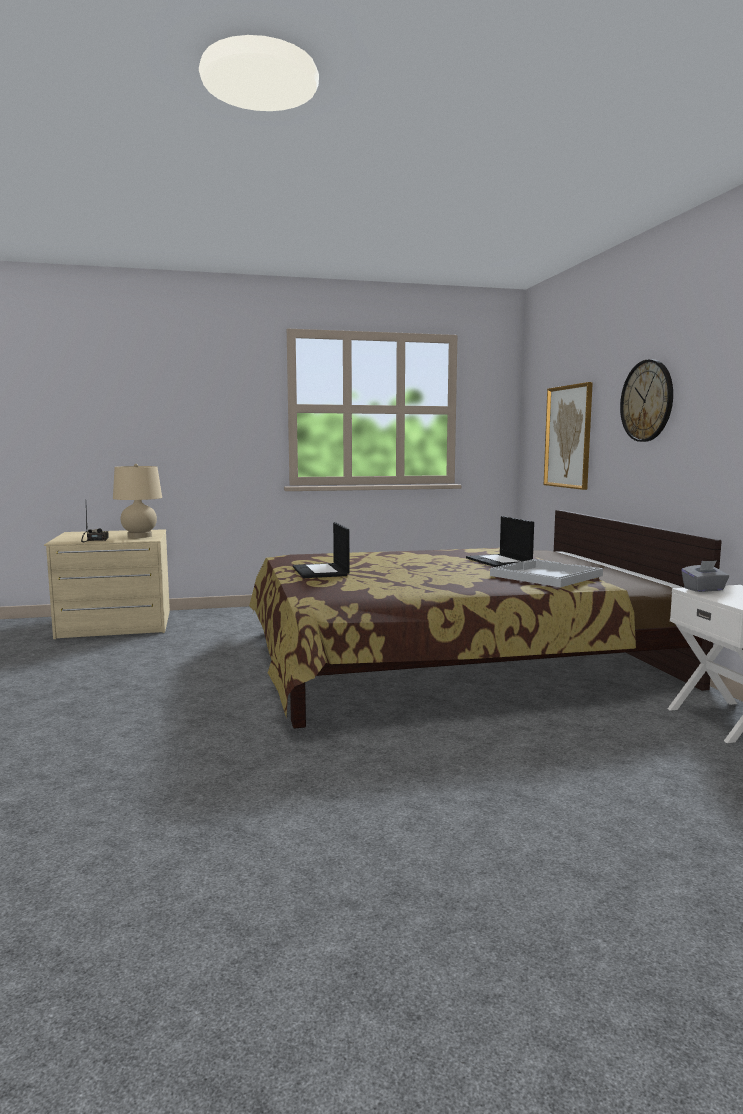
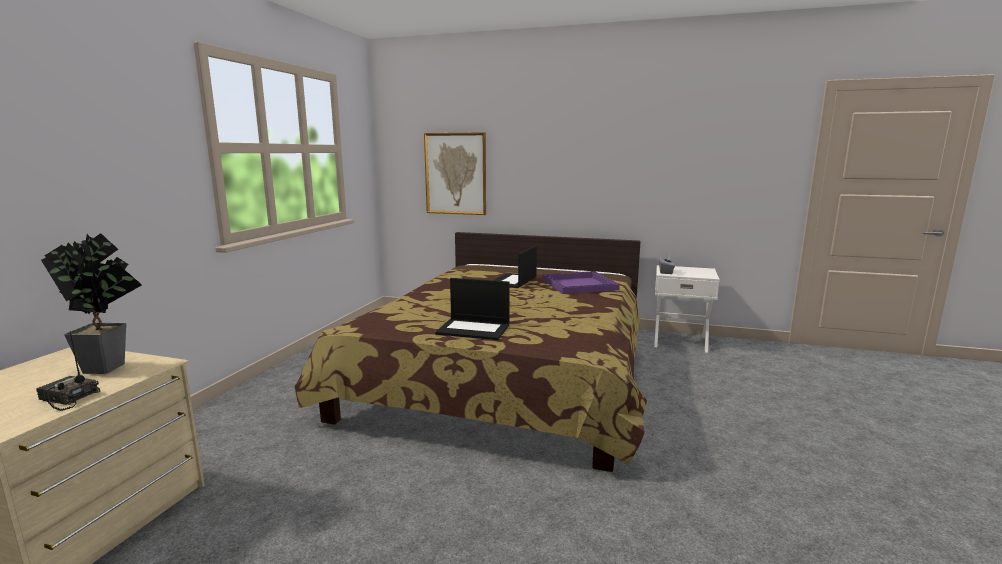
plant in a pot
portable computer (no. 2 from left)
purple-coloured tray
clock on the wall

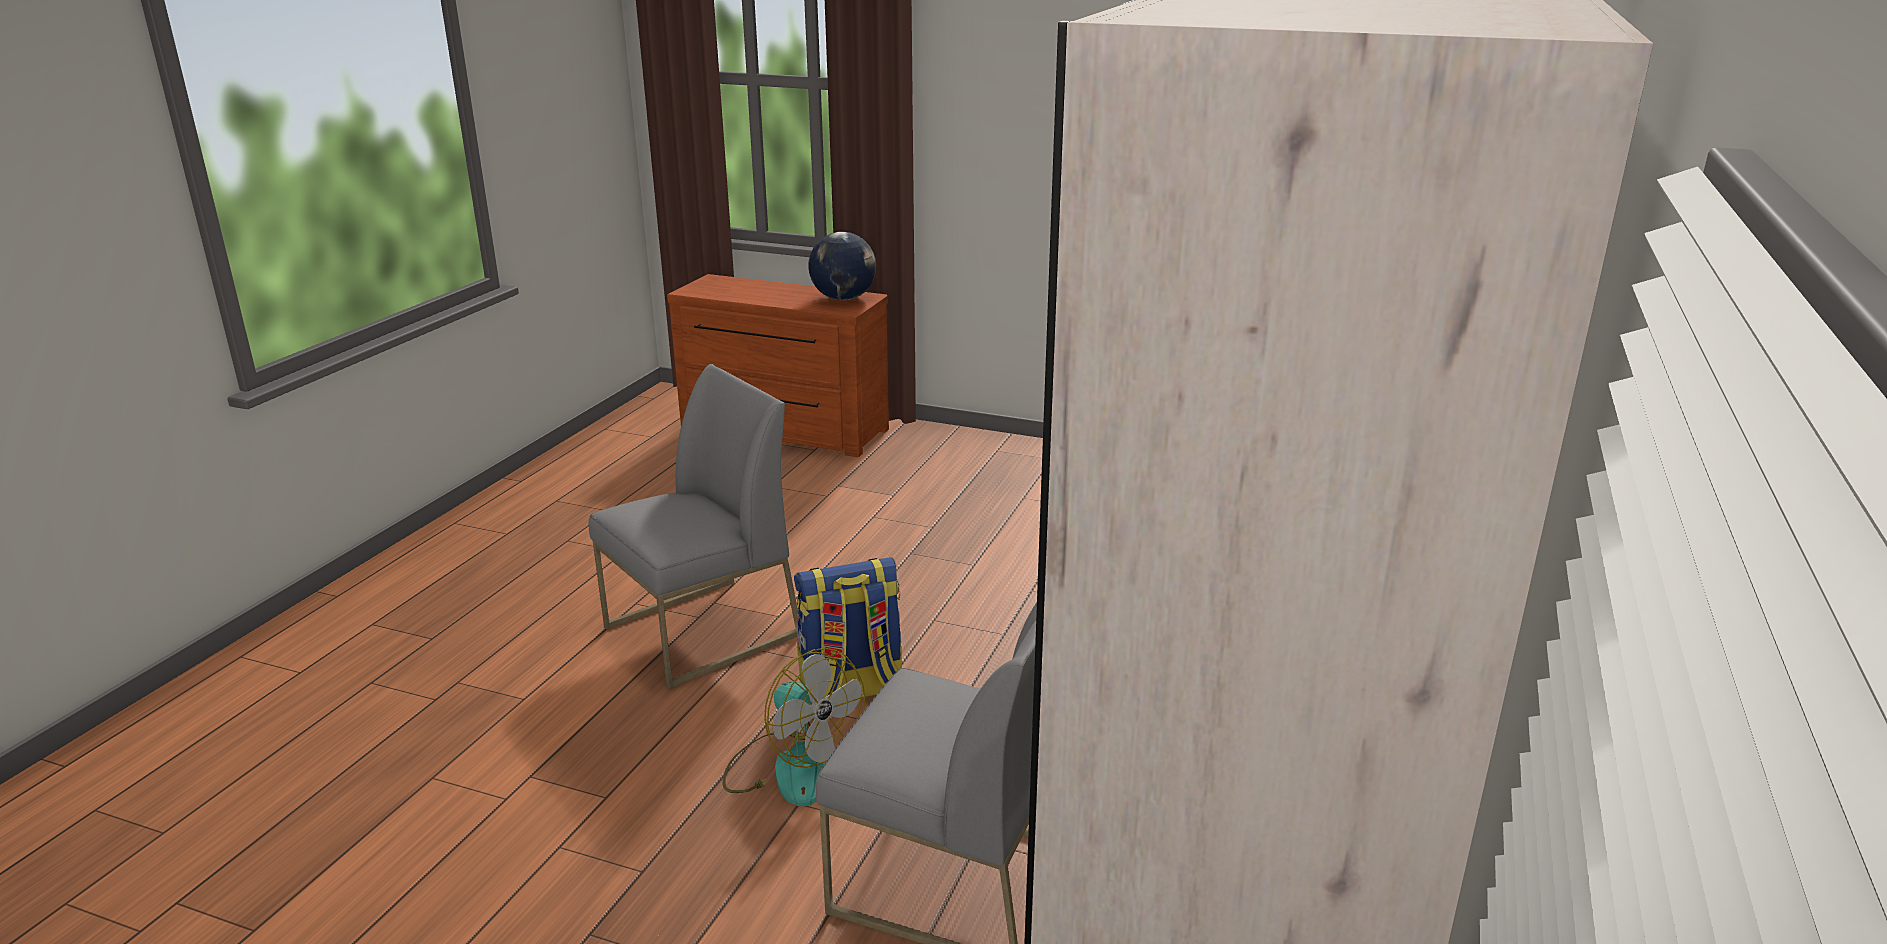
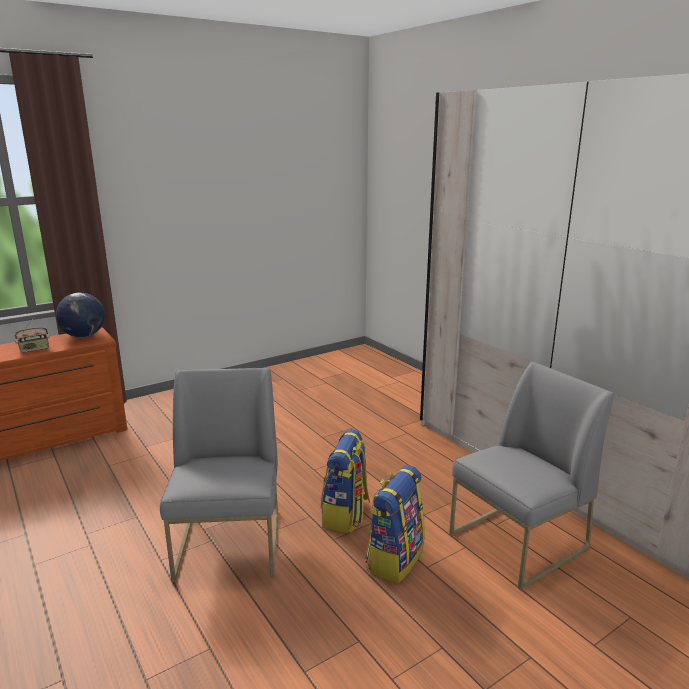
radio receiver
knapsack (no. 2 from left)

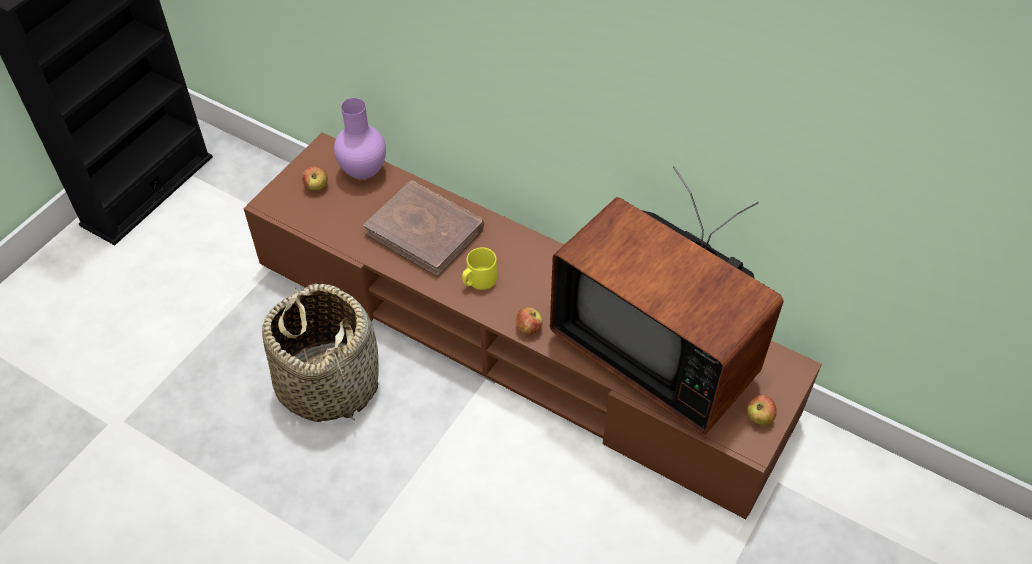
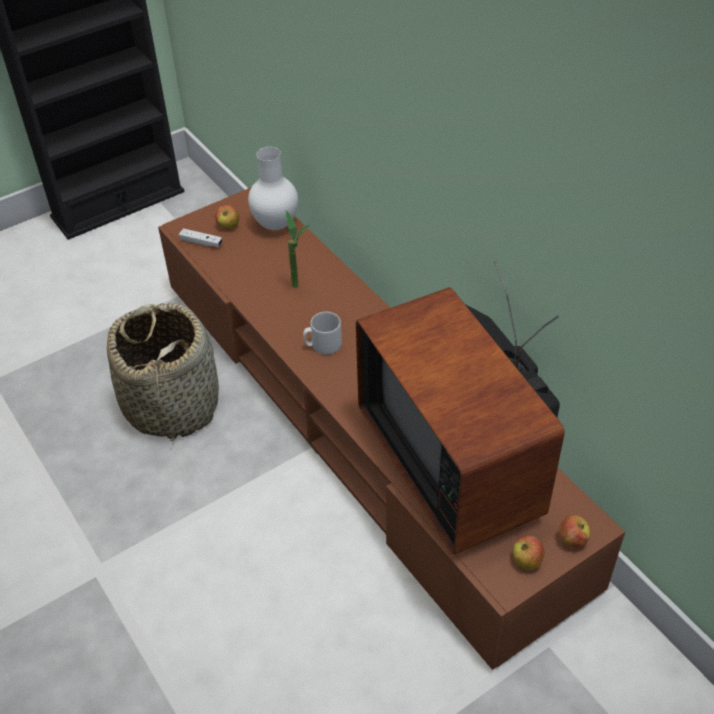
white game controller
white decorative vase
plant in a pot
greyish coffee mug
apple fruit (no. 3 from left)

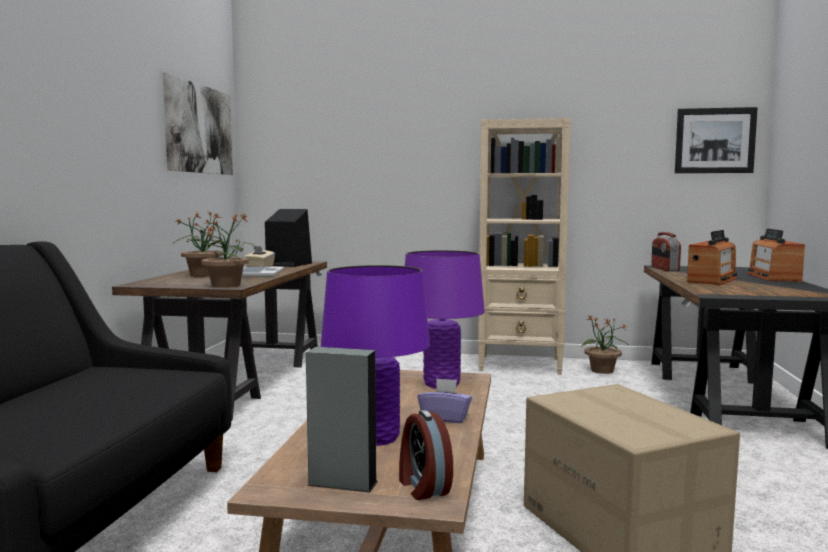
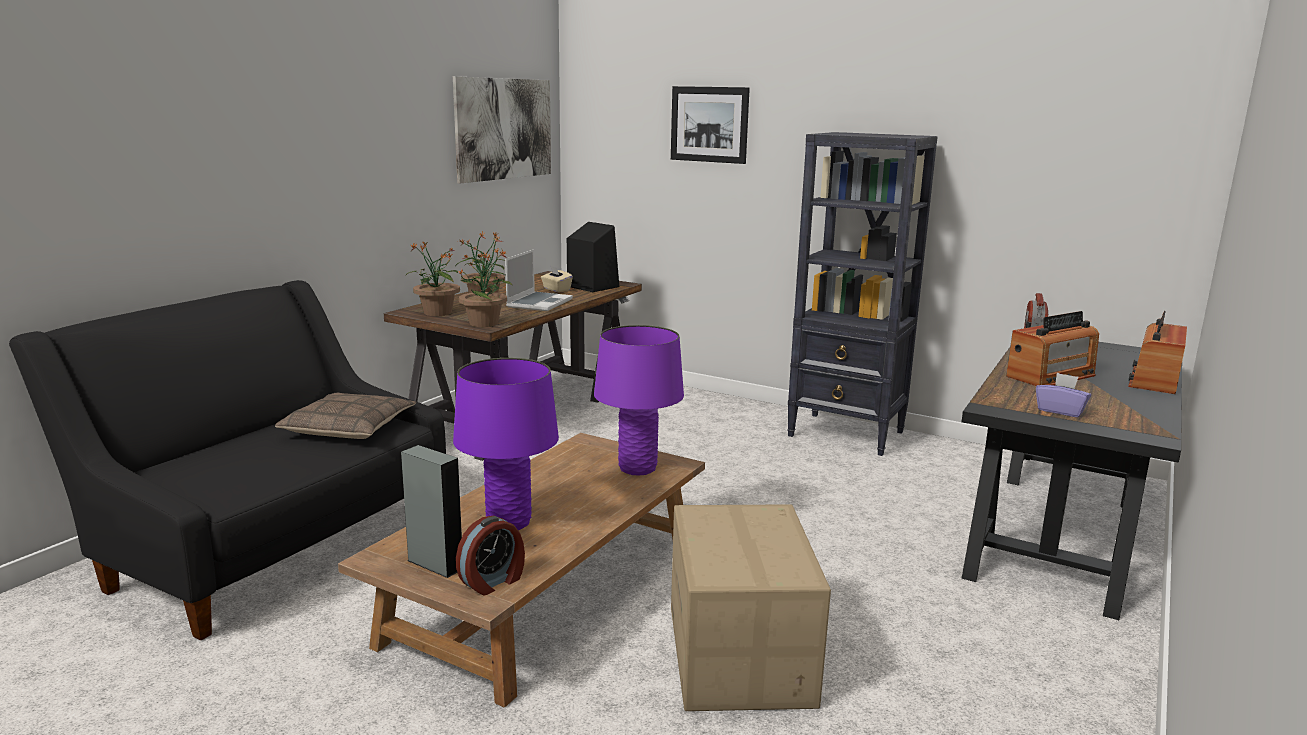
pillow
plant in a pot (no. 1 from left)
bedside clock
picture (no. 2 from left)
black-coloured bookshelf
purple-coloured tissue box

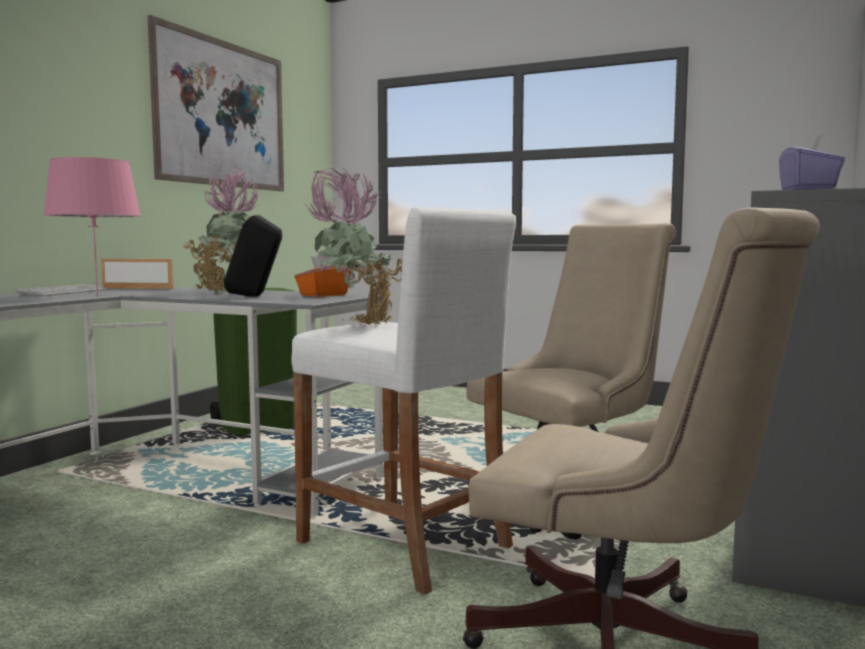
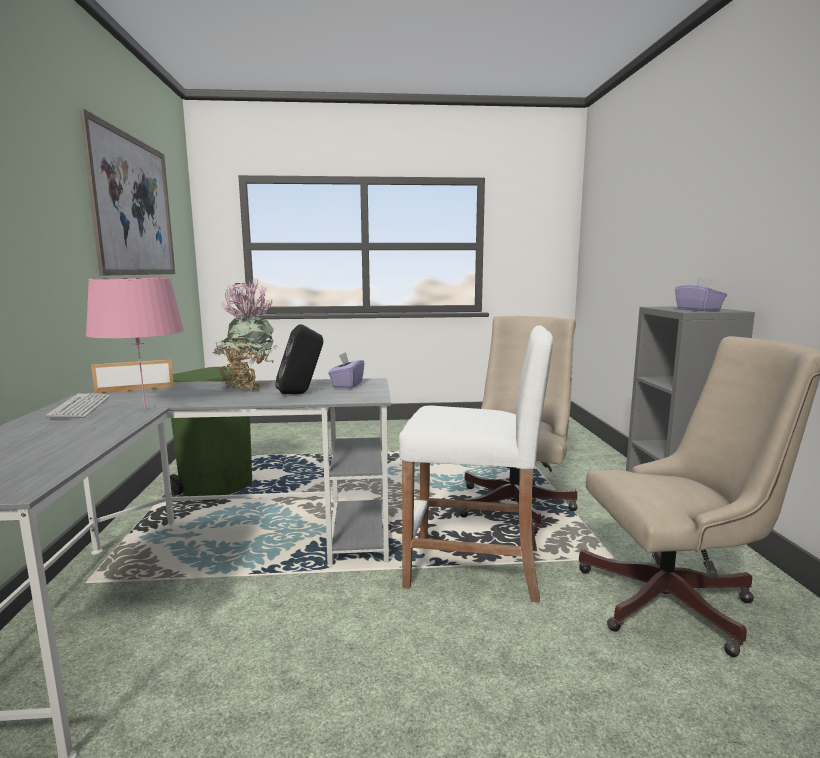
purple-coloured tissue box (no. 1 from left)
plant in a pot (no. 2 from left in the first image)

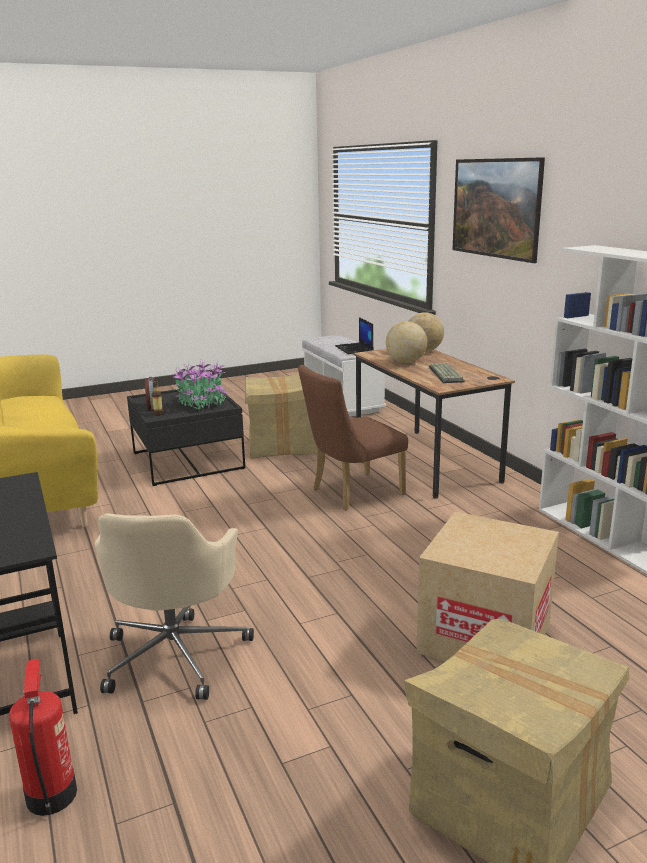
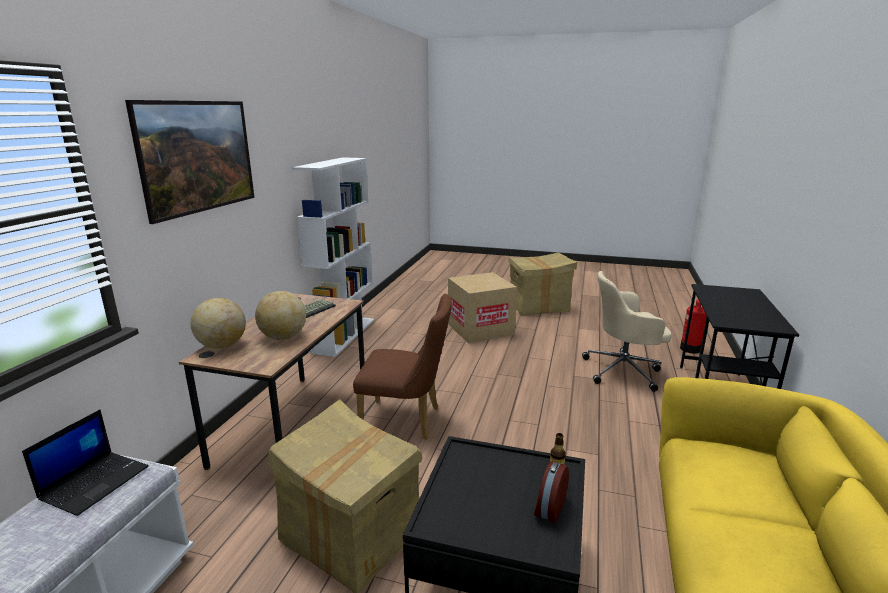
beige-coloured desk chair
plant in a pot

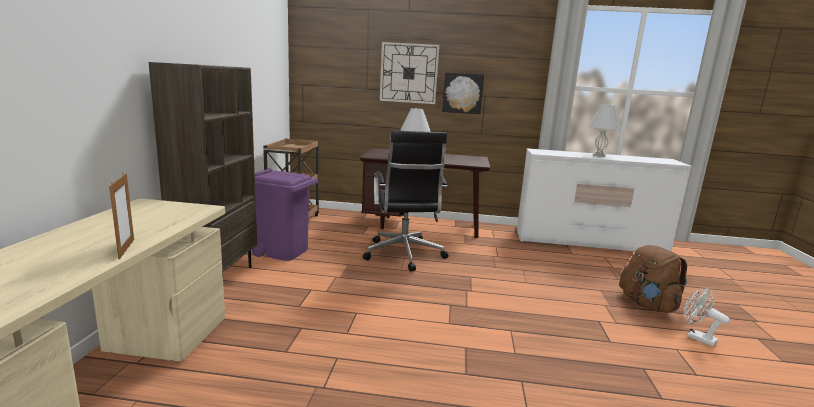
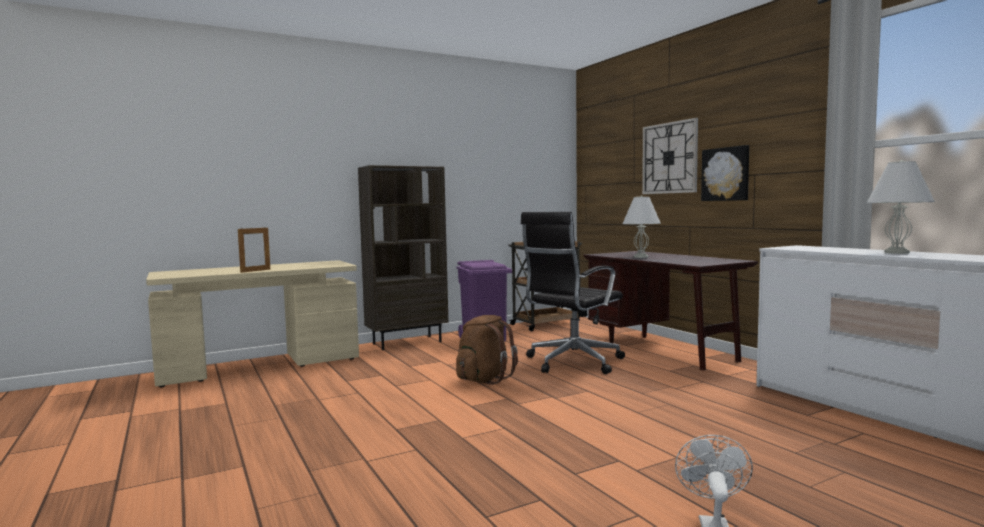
brown-coloured knapsack

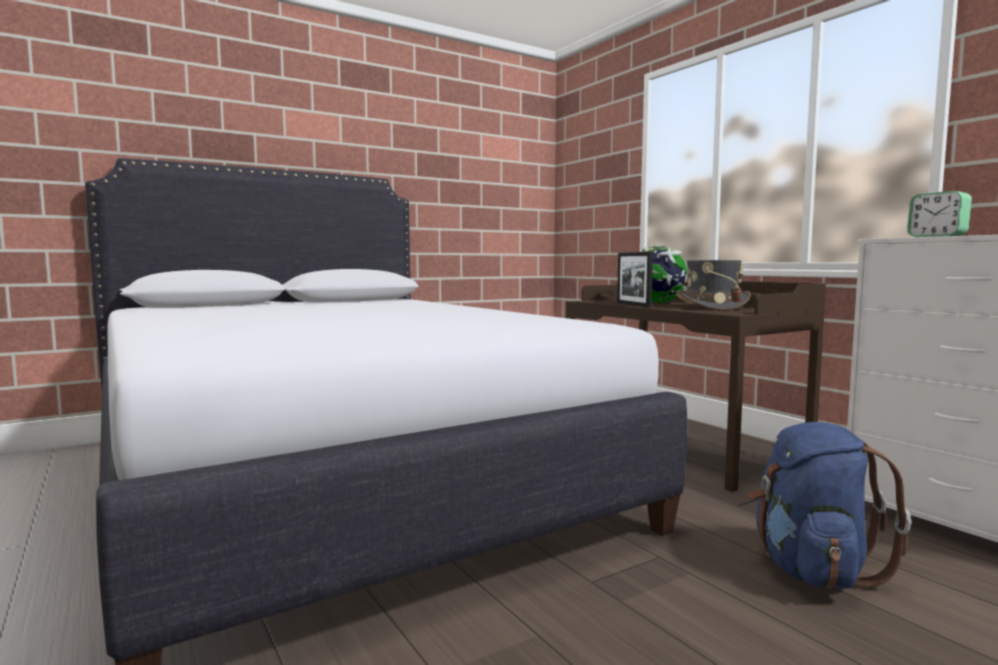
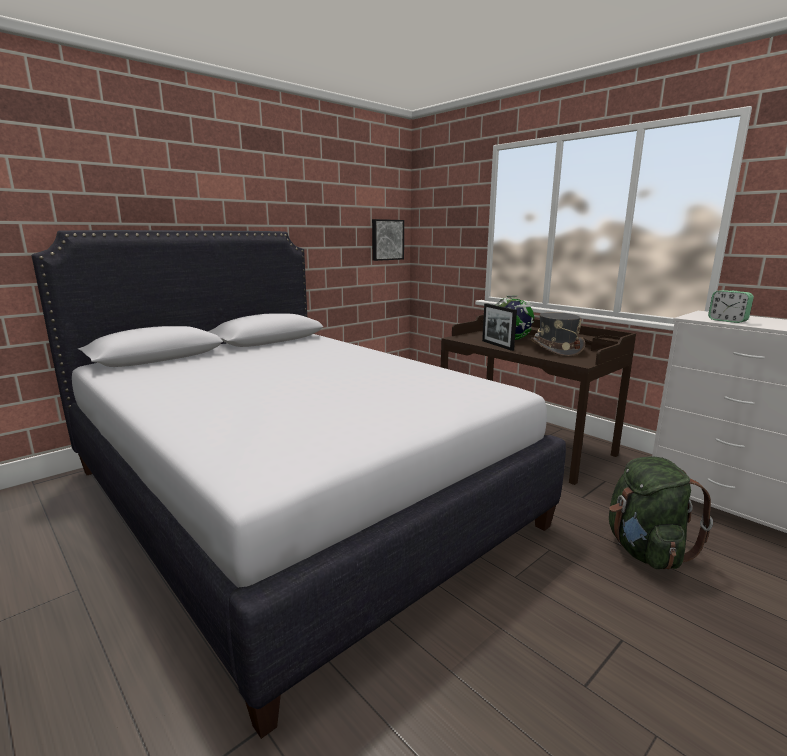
picture
greenish knapsack

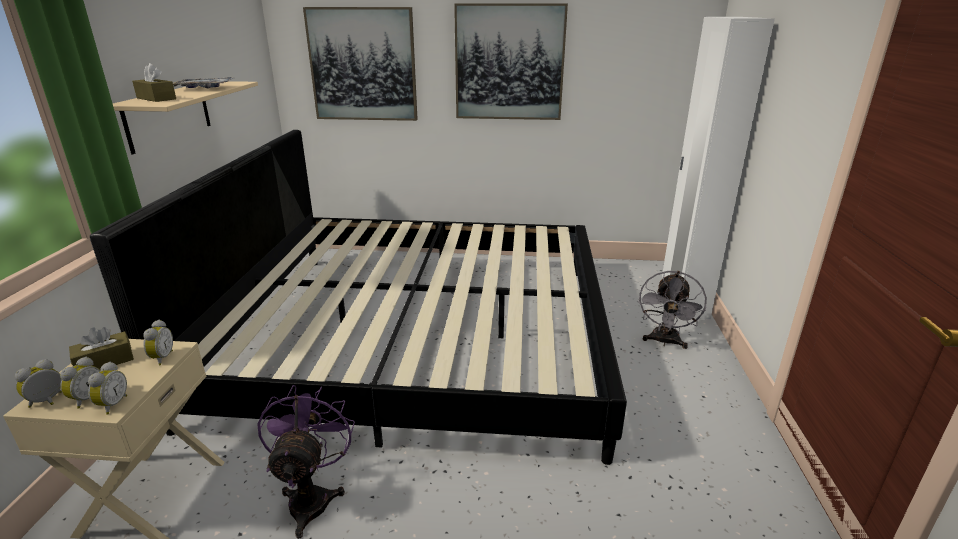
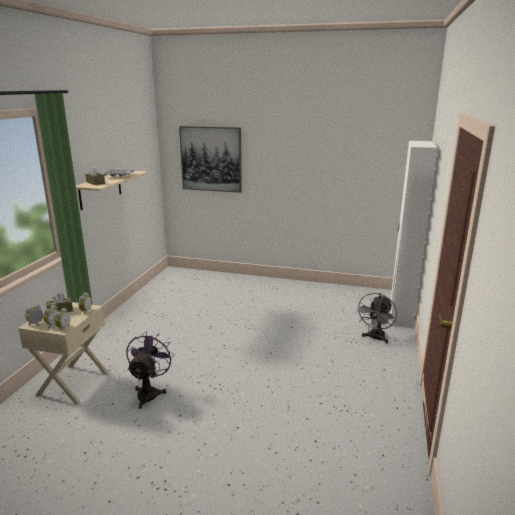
bedroom bed
picture (no. 2 from left in the first image)

